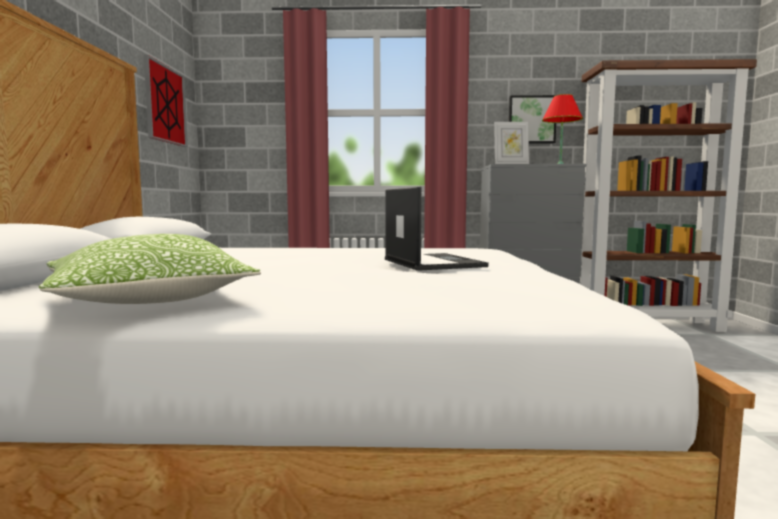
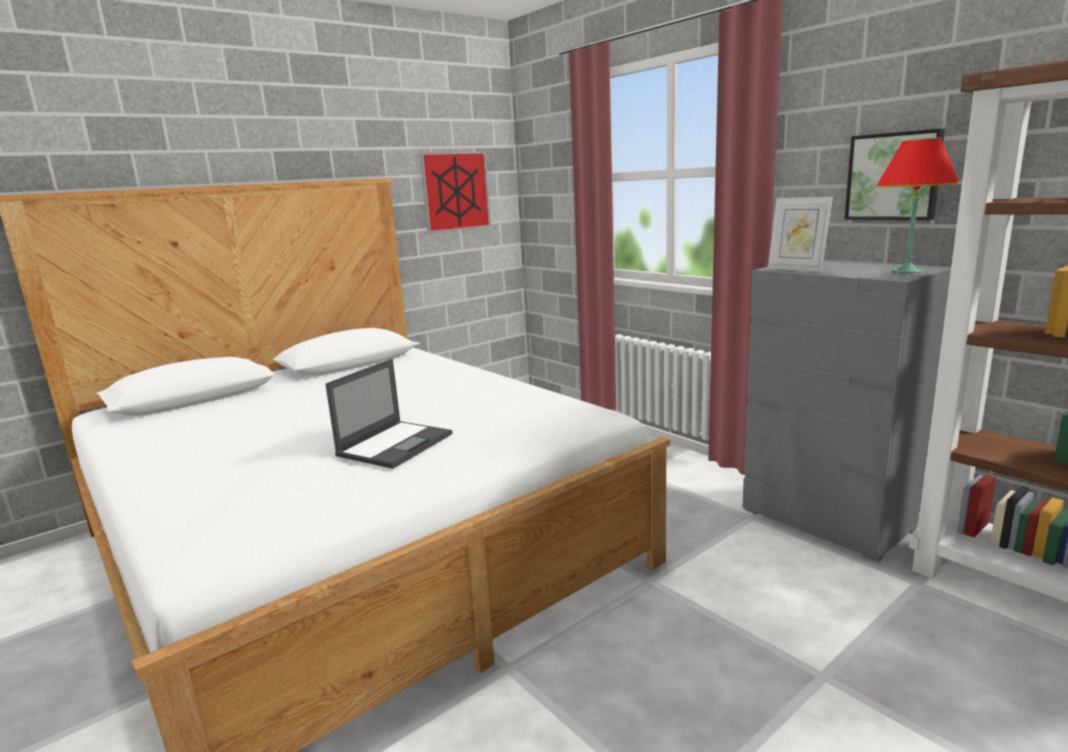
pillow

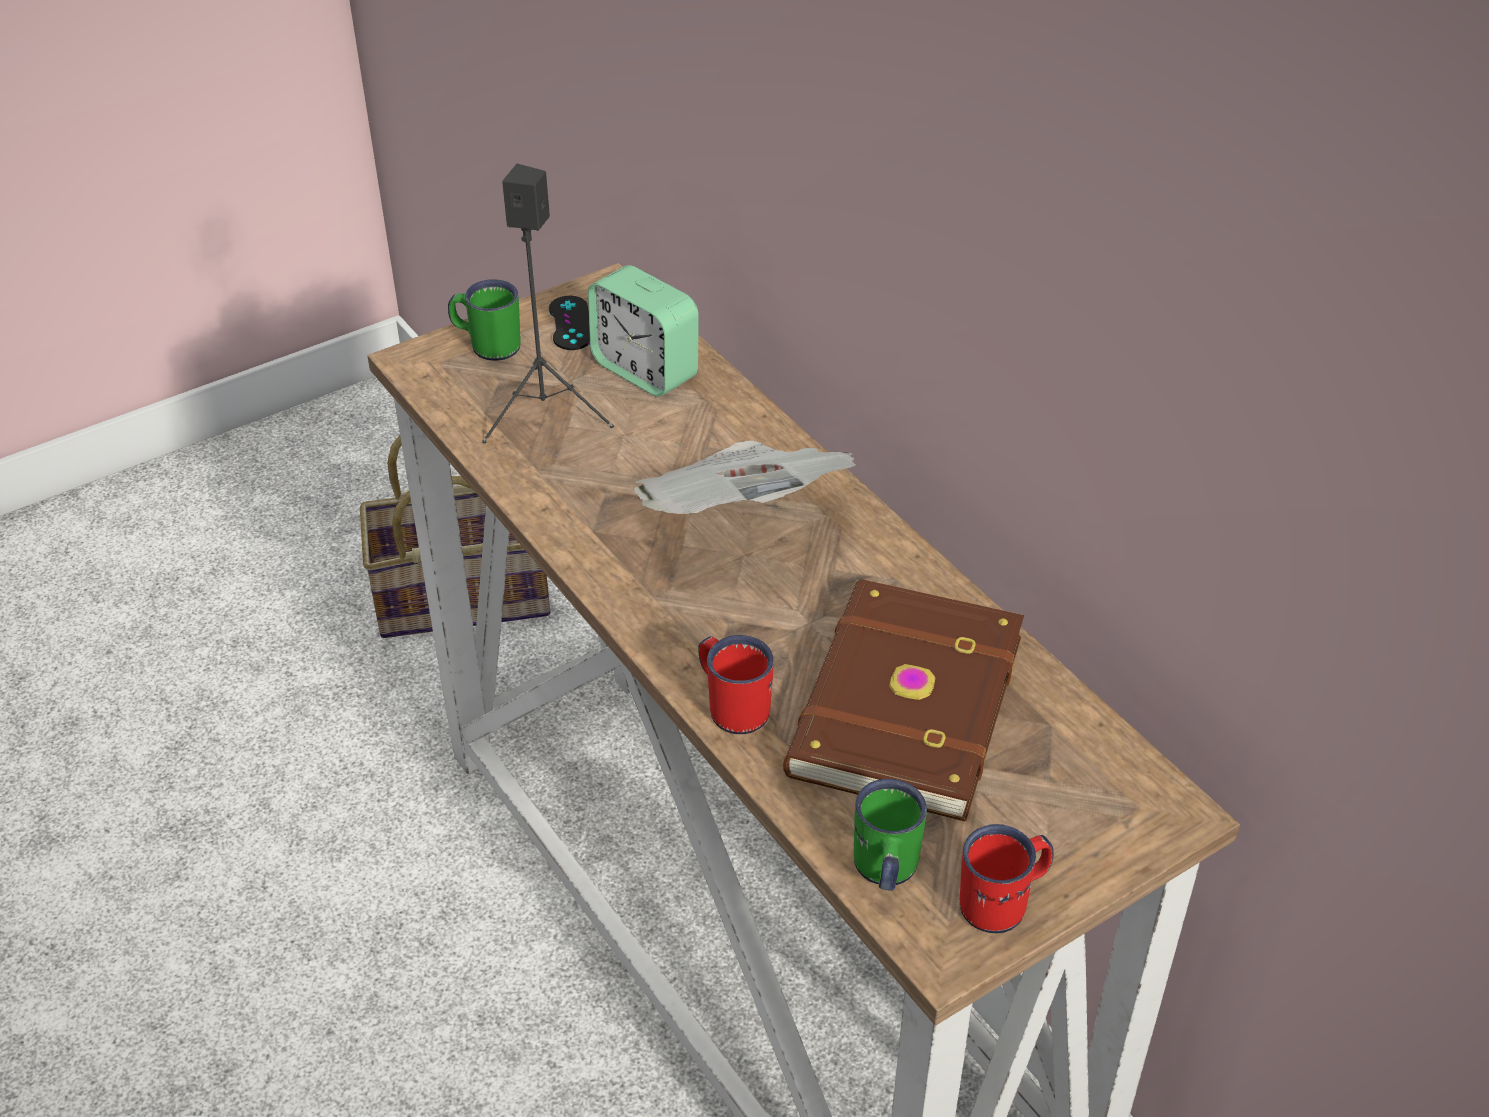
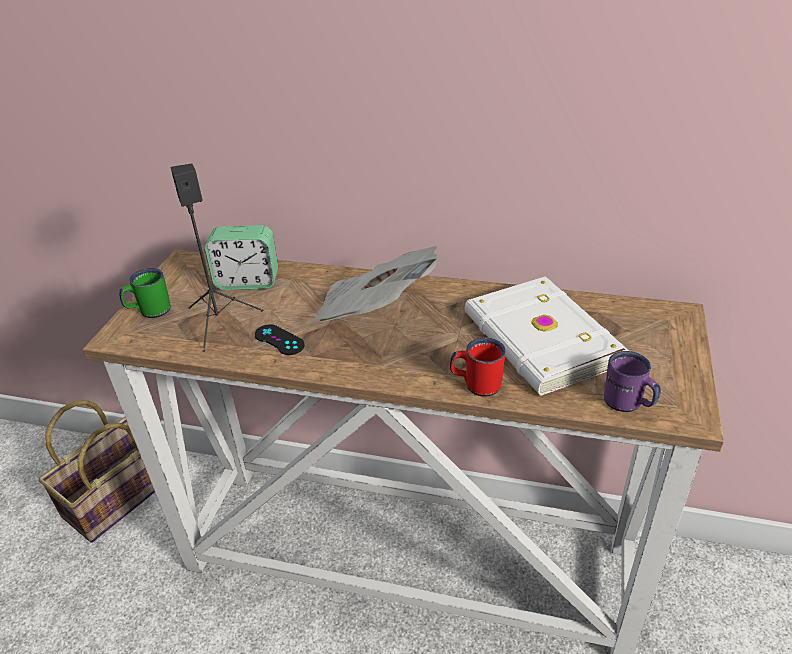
black-coloured game controller
white bound book
purple-coloured coffee mug
red coffee mug (no. 2 from left in the first image)

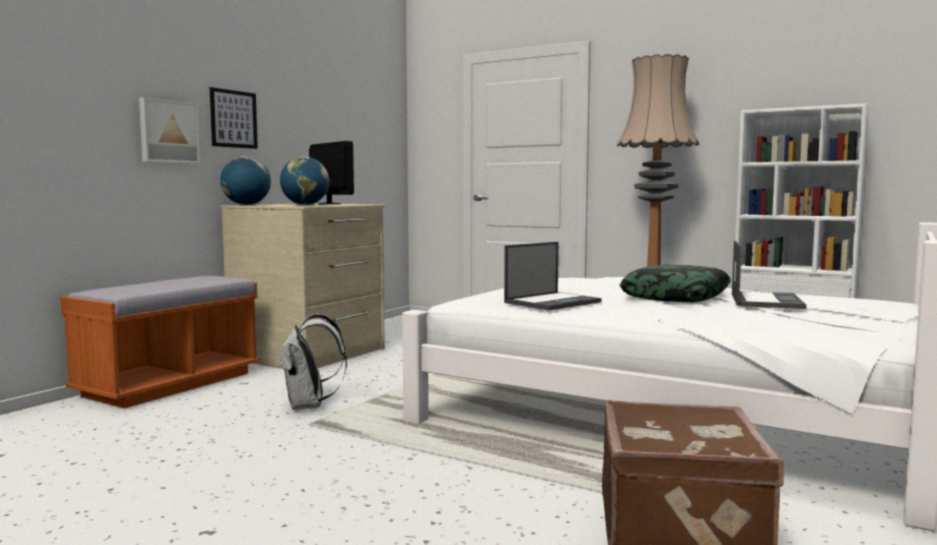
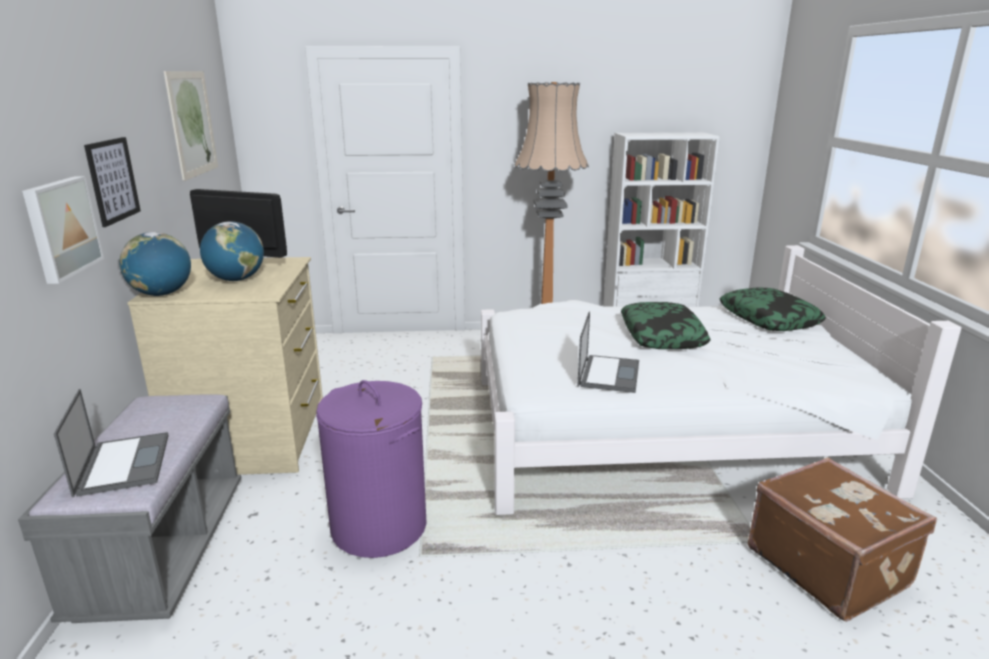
greyish bench
portable computer (no. 1 from left)
picture (no. 3 from left)
purple-coloured hamper
pillow (no. 2 from left)

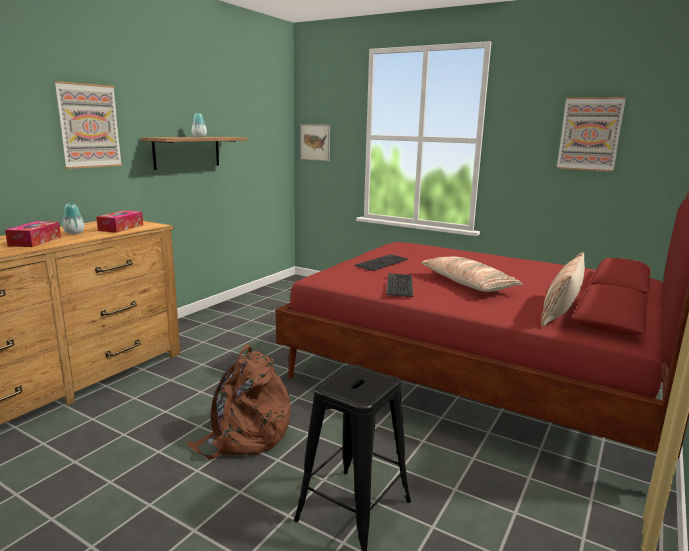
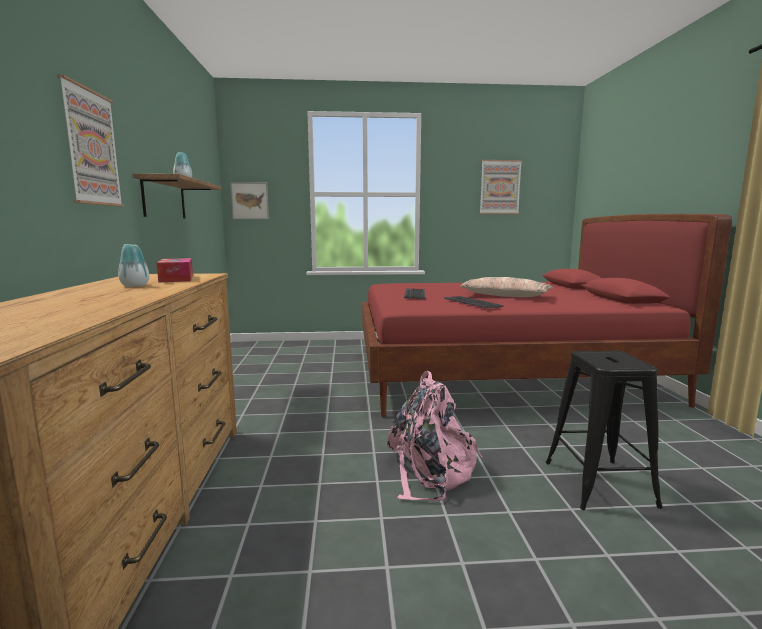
pinkish knapsack
tissue box (no. 1 from left in the first image)
pillow (no. 2 from left in the first image)

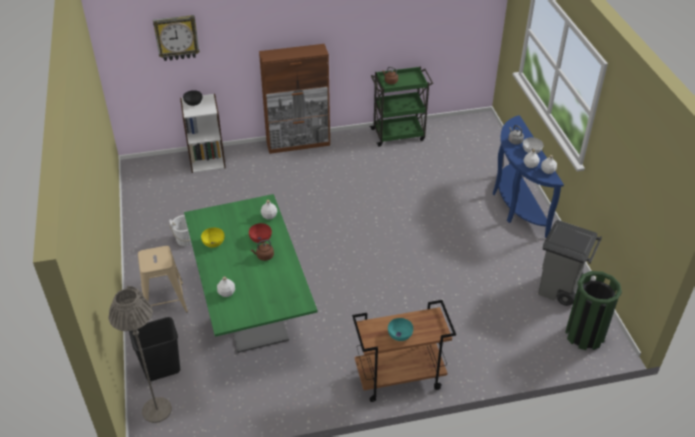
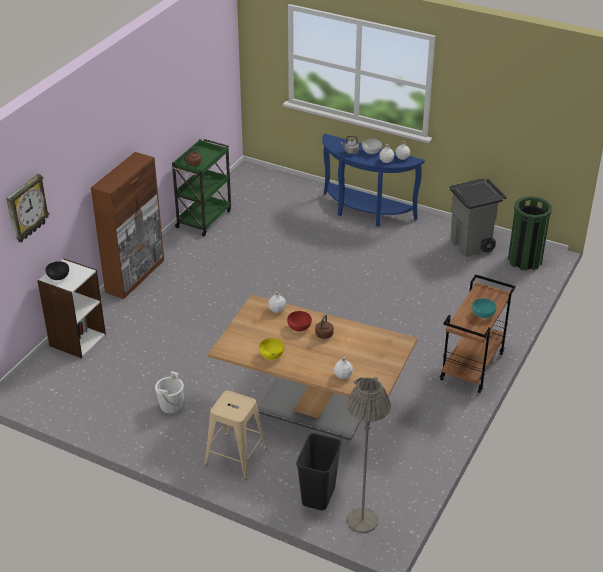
brown-coloured dining table

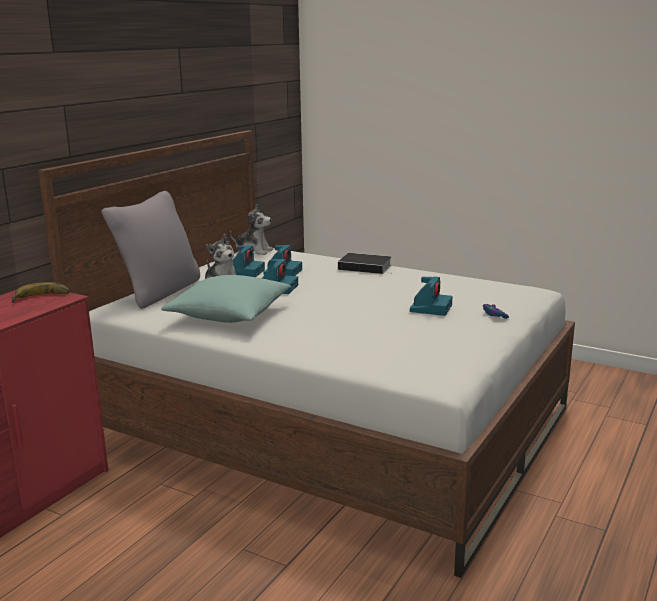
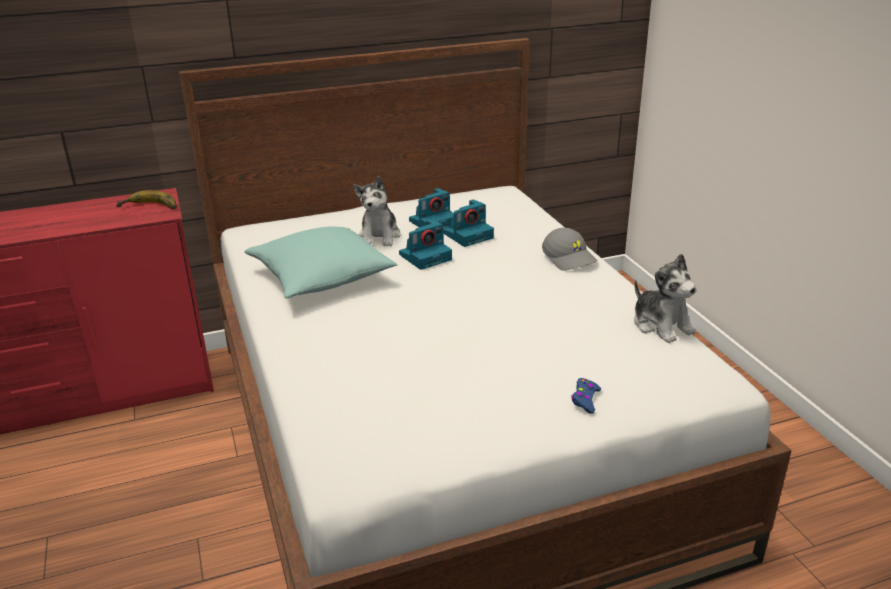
greyish cap
plush toy (no. 2 from left)
greyish pillow
still camera (no. 4 from left in the first image)

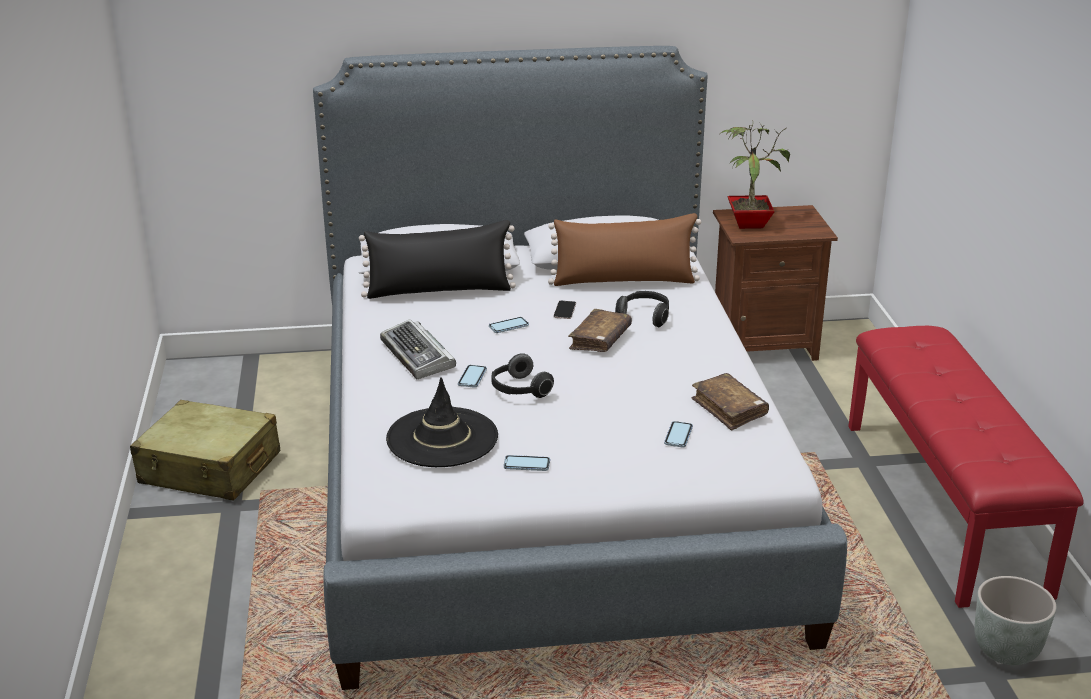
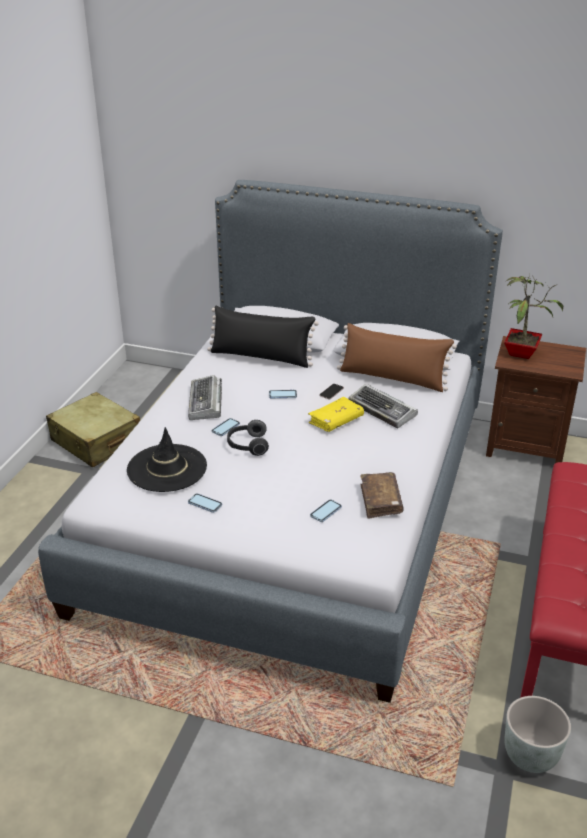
yellow bound book
keyboard (no. 2 from left)

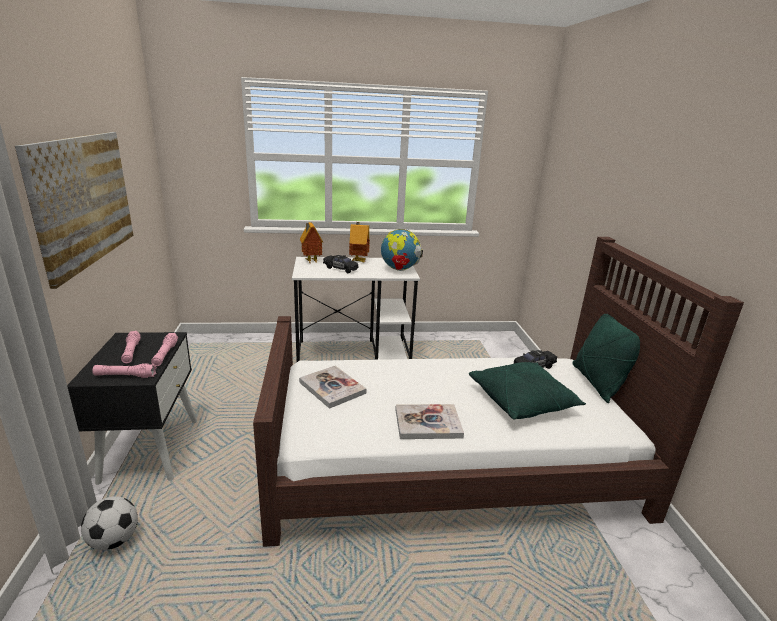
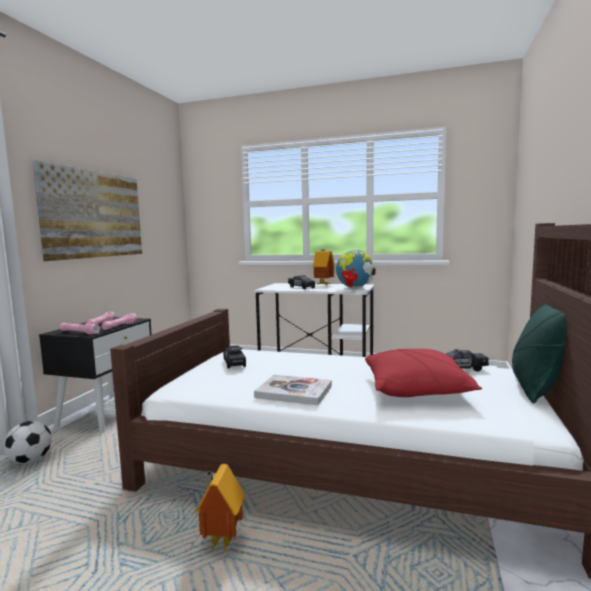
model house (no. 1 from left)
black-coloured miniature car (no. 1 from left)
red pillow

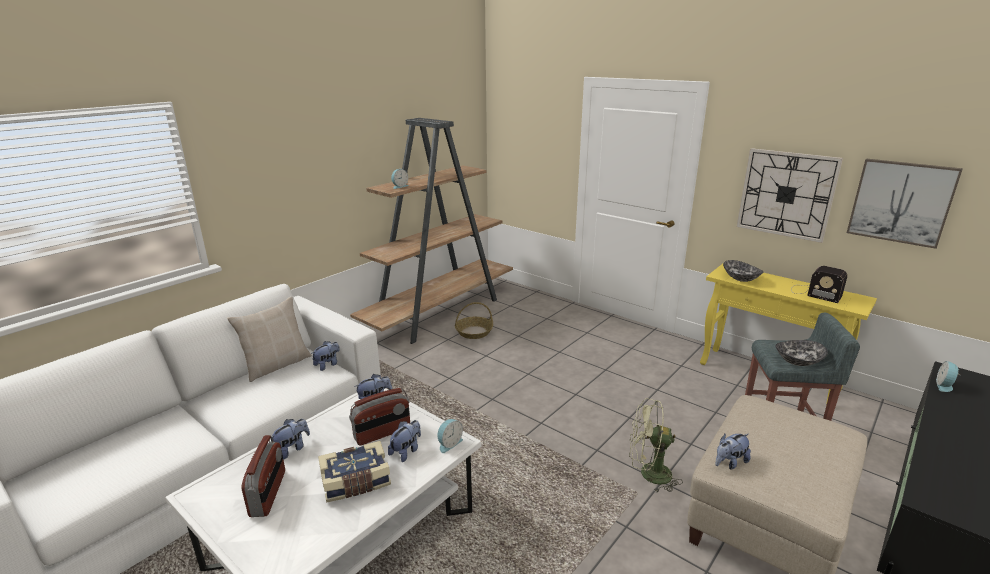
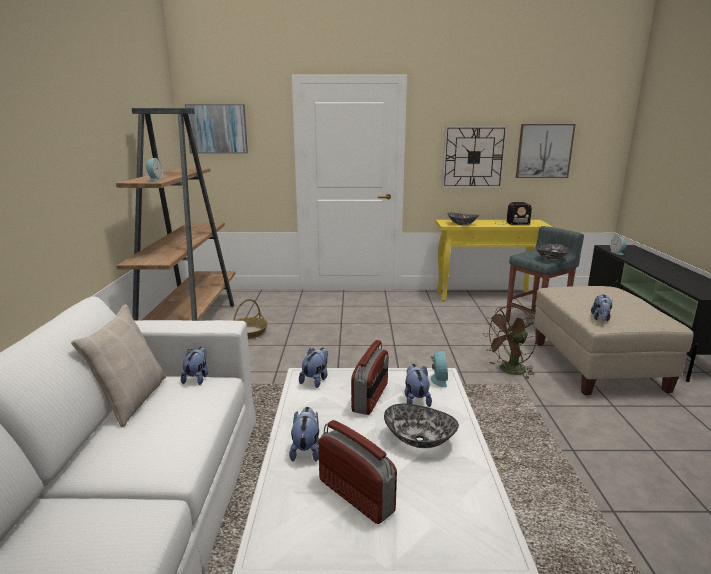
picture (no. 1 from left)
bowl (no. 1 from left)
brown-coloured cooling fan

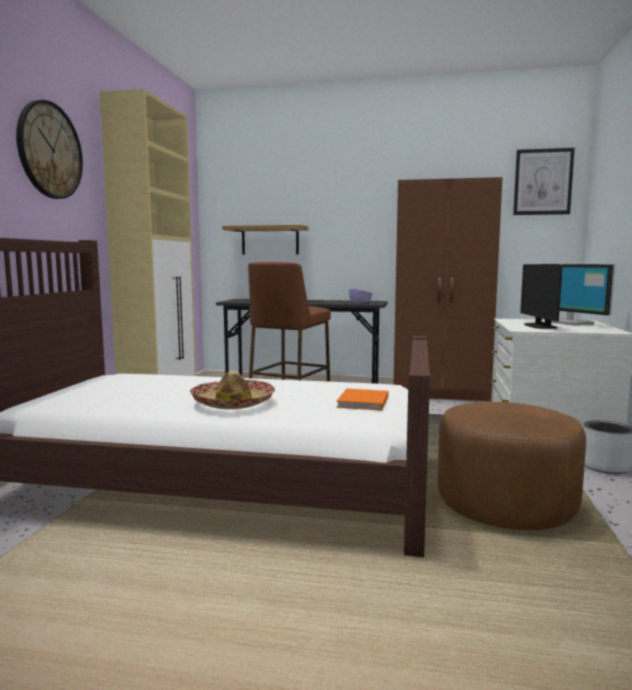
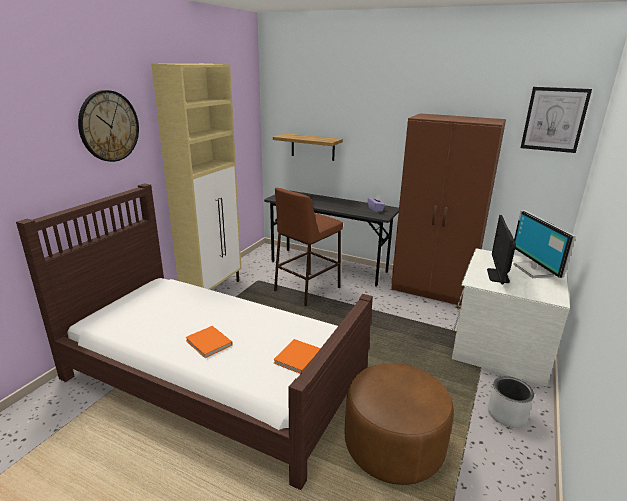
orangey bound book (no. 1 from left)

